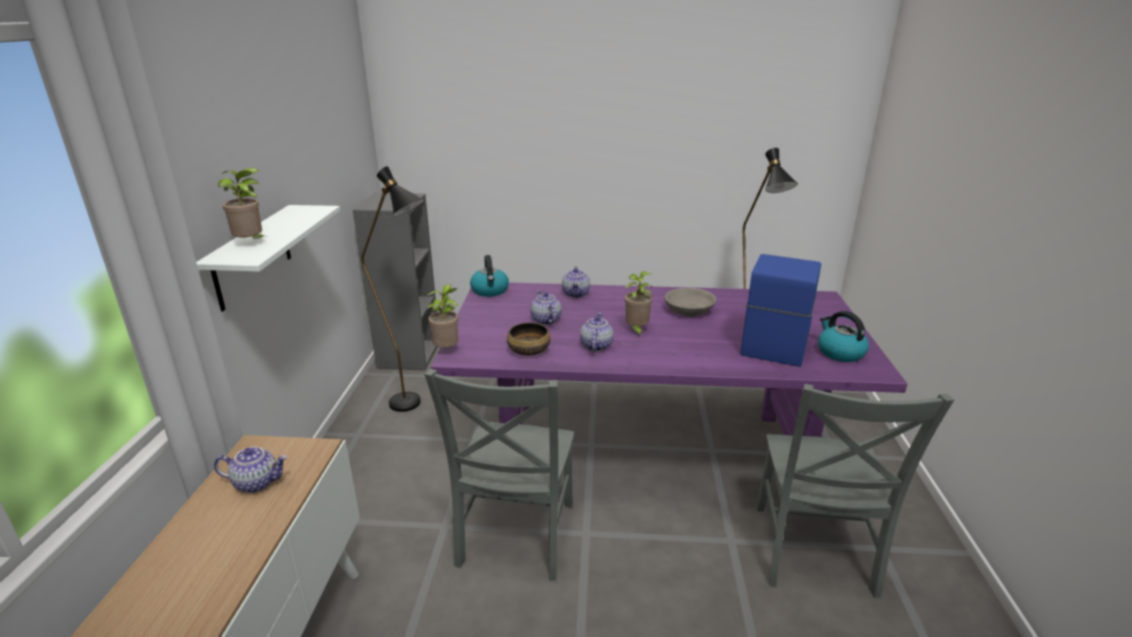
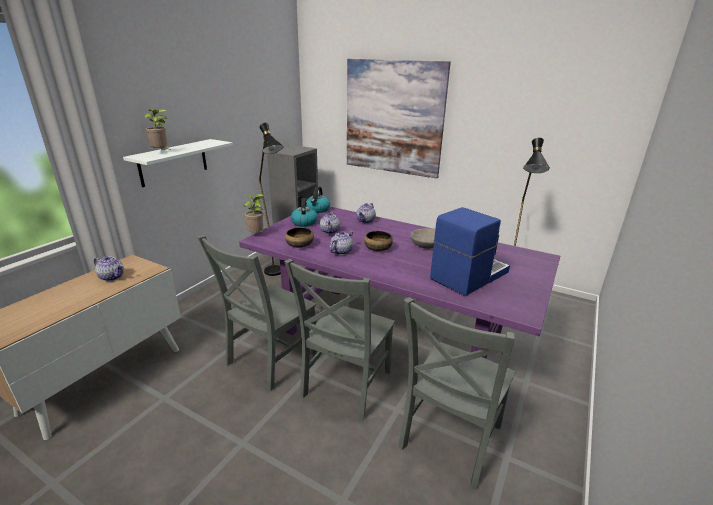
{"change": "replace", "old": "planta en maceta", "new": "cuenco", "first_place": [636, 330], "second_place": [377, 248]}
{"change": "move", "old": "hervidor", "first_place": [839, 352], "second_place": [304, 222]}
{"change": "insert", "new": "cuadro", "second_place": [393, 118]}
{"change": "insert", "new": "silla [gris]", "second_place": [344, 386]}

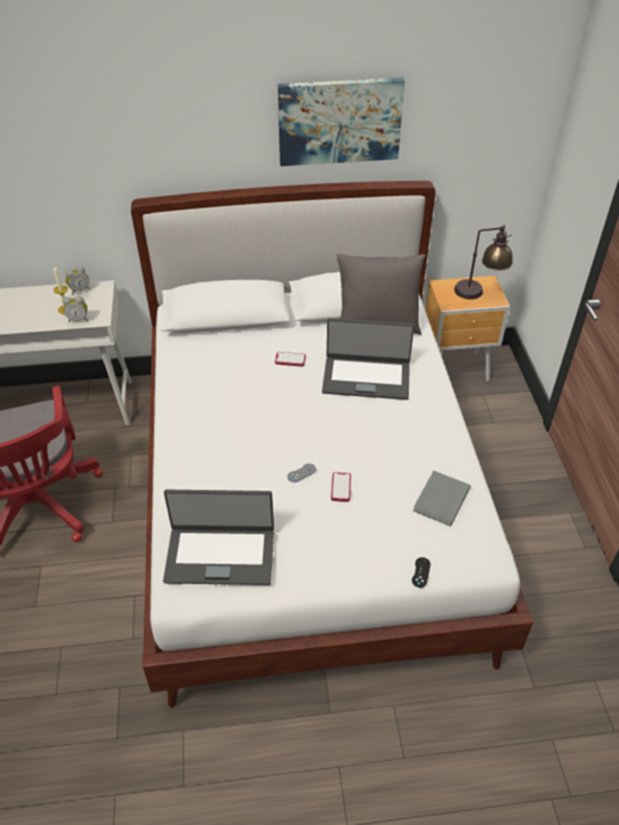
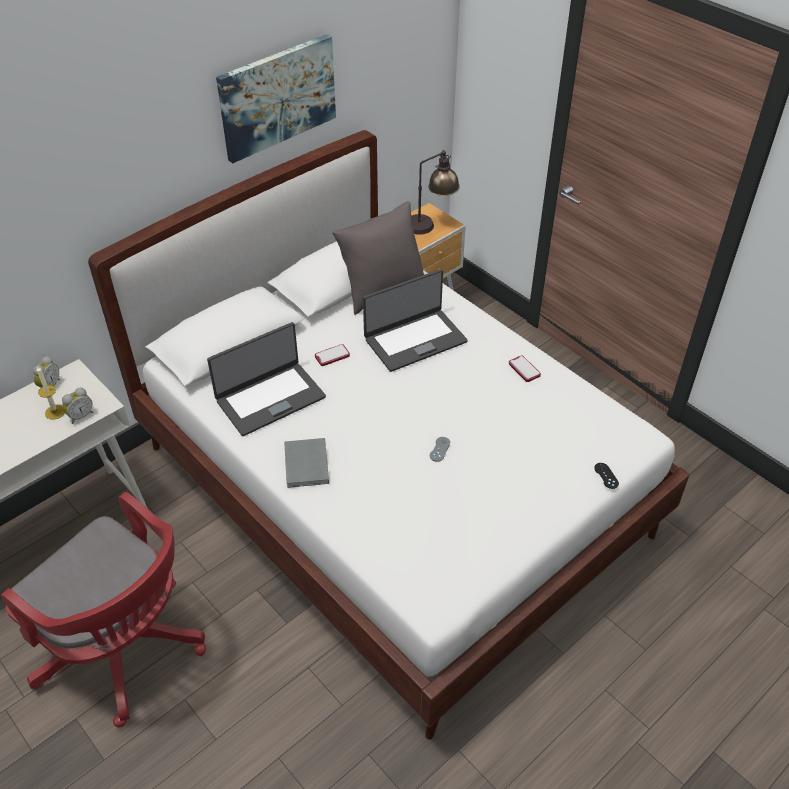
{"change": "move", "old": "libro [gris]", "first_place": [440, 500], "second_place": [305, 465]}
{"change": "move", "old": "móvil", "first_place": [341, 487], "second_place": [524, 369]}
{"change": "move", "old": "portátil", "first_place": [220, 555], "second_place": [270, 398]}

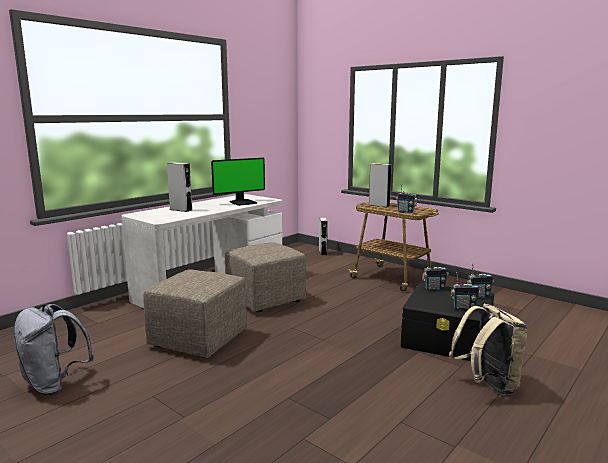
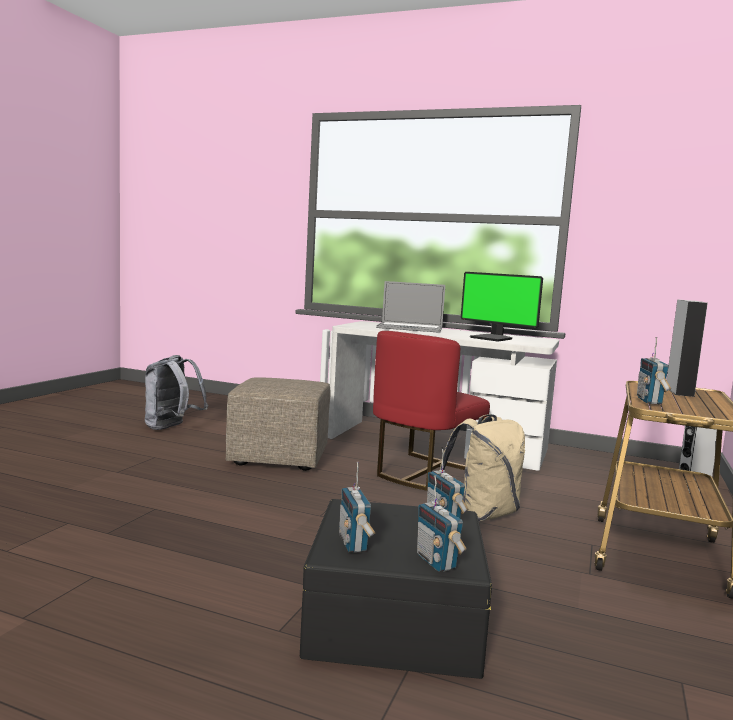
{"change": "replace", "old": "altavoz [gris]", "new": "portátil", "first_place": [181, 210], "second_place": [410, 328]}
{"change": "replace", "old": "puf [beis]", "new": "silla [rojo]", "first_place": [265, 300], "second_place": [423, 472]}
{"change": "move", "old": "mochila [beis]", "first_place": [487, 385], "second_place": [481, 514]}

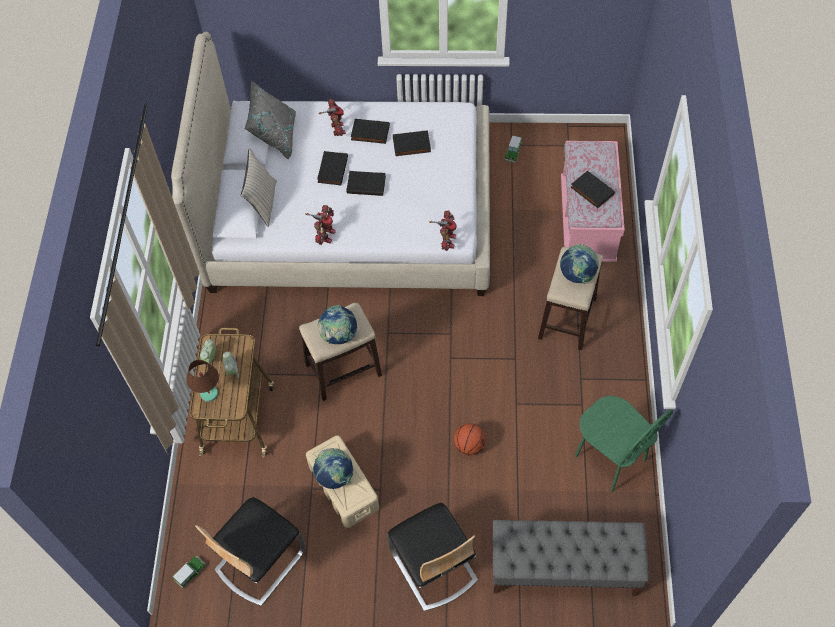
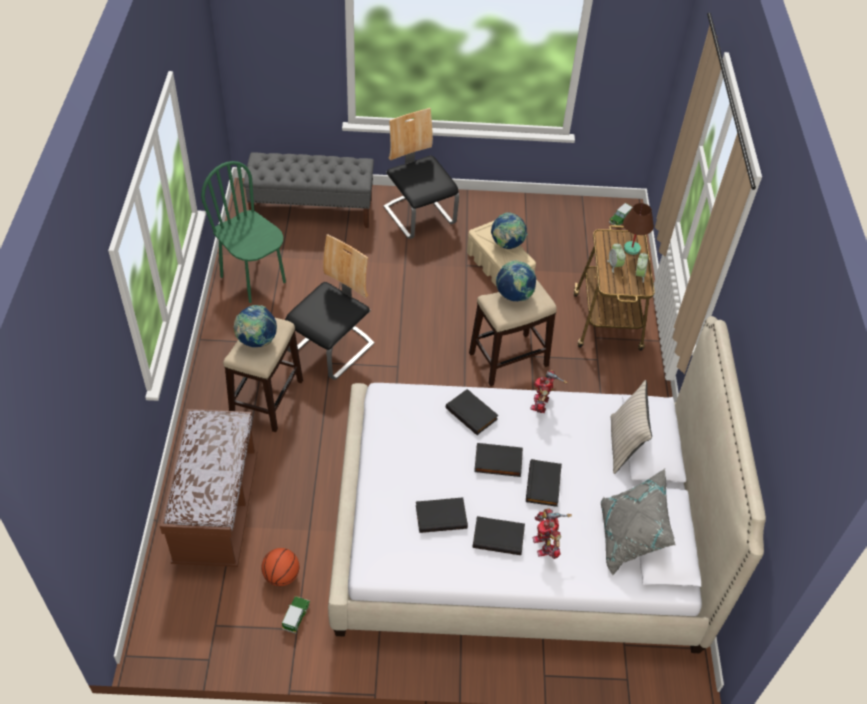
{"change": "recolor", "old": "banco [rosa]", "new": "banco [marrón]", "first_place": [587, 221], "second_place": [216, 510]}
{"change": "move", "old": "libro [negro]", "first_place": [591, 191], "second_place": [472, 413]}
{"change": "delete", "old": "robot de juguete", "first_place": [446, 240]}
{"change": "move", "old": "balón de baloncesto", "first_place": [469, 445], "second_place": [282, 576]}
{"change": "move", "old": "silla", "first_place": [259, 560], "second_place": [332, 349]}

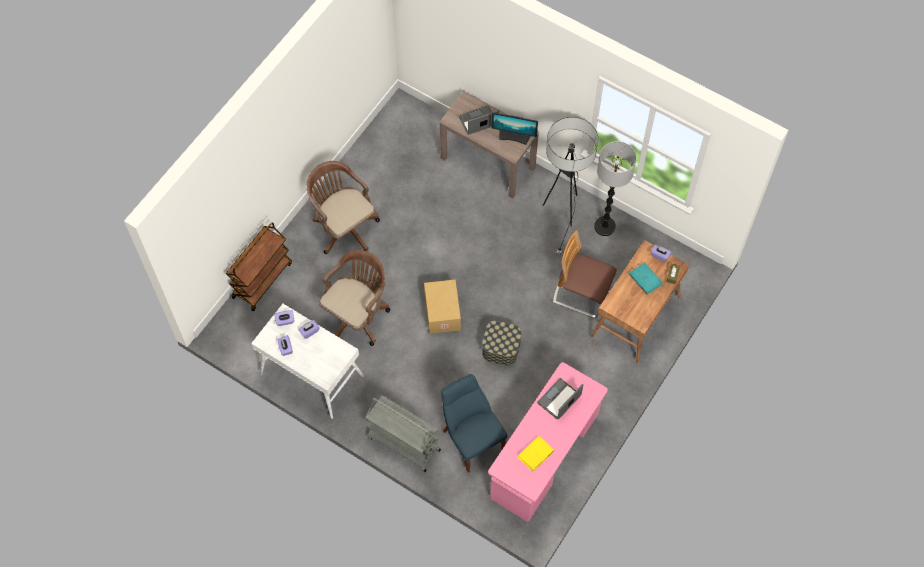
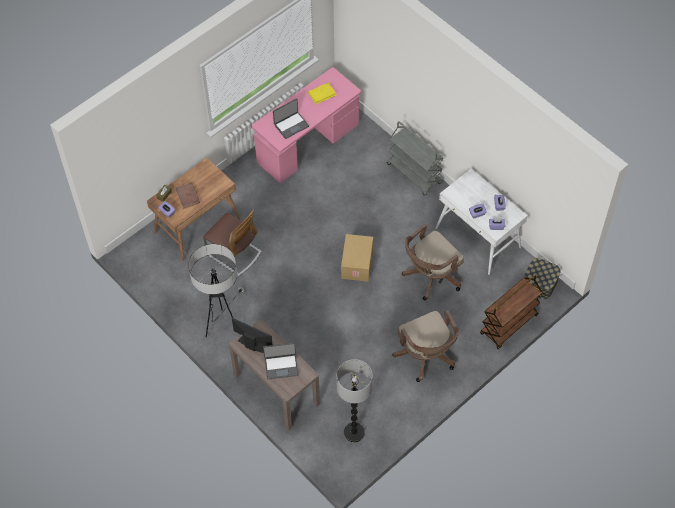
{"change": "move", "old": "lámpara de pie", "first_place": [604, 226], "second_place": [354, 433]}
{"change": "recolor", "old": "libro [turquesa]", "new": "libro [marrón]", "first_place": [645, 279], "second_place": [188, 196]}
{"change": "move", "old": "caja de almacenaje", "first_place": [501, 348], "second_place": [539, 283]}
{"change": "delete", "old": "silla [azul]", "first_place": [471, 438]}

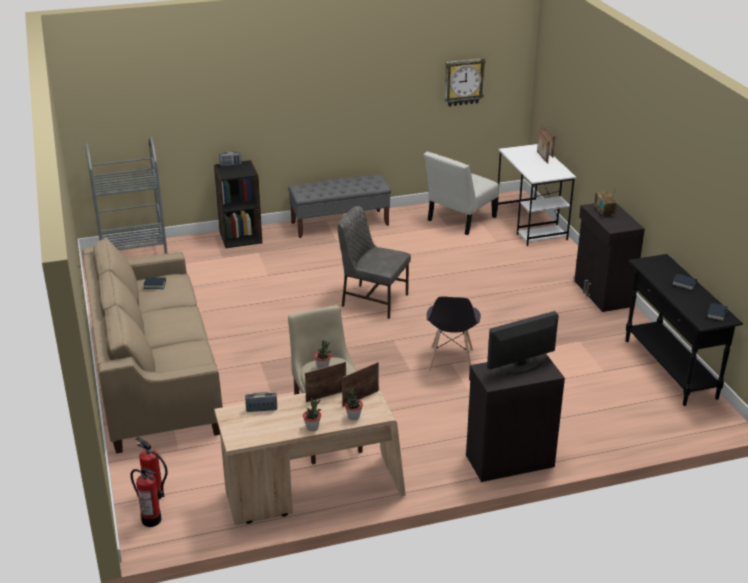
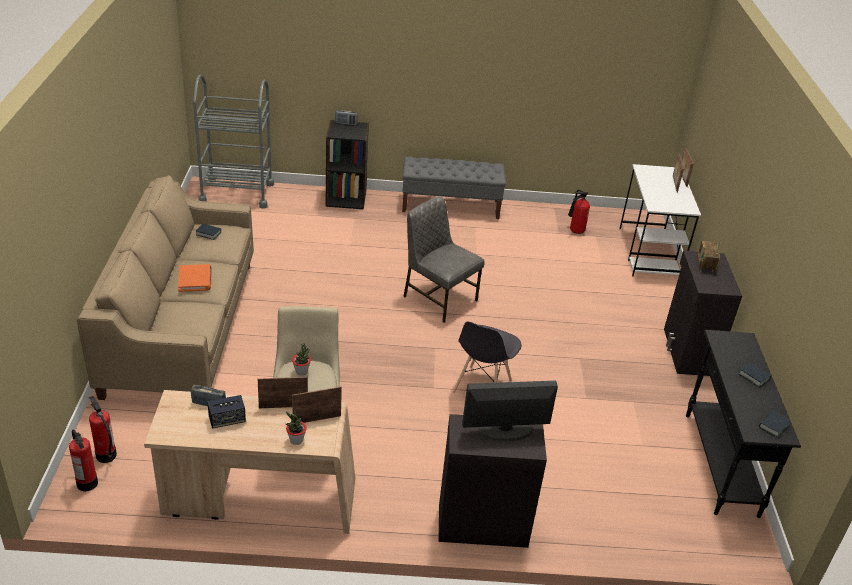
{"change": "delete", "old": "reloj de pared", "first_place": [463, 82]}
{"change": "replace", "old": "silla [blanco]", "new": "extintor", "first_place": [459, 220], "second_place": [574, 230]}
{"change": "delete", "old": "planta en maceta", "first_place": [312, 427]}
{"change": "insert", "new": "libro [naranja]", "second_place": [195, 280]}
{"change": "insert", "new": "altavoz", "second_place": [227, 420]}

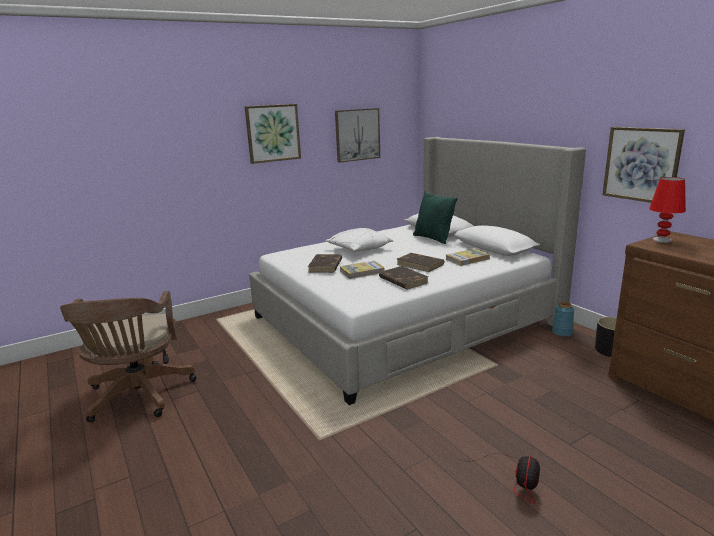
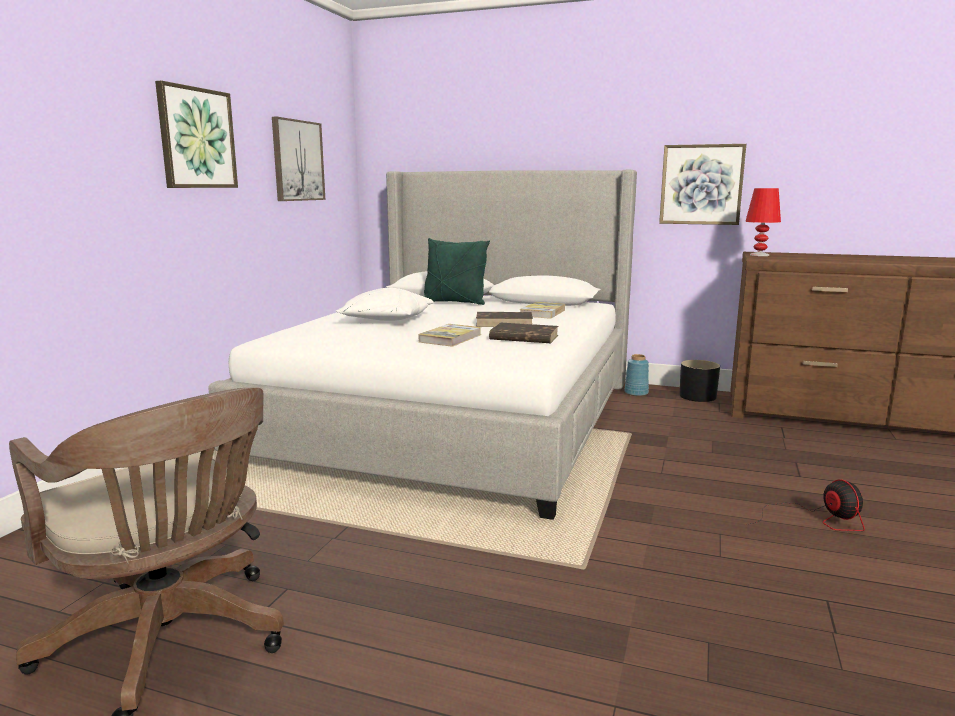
{"change": "delete", "old": "libro [marrón]", "first_place": [325, 266]}

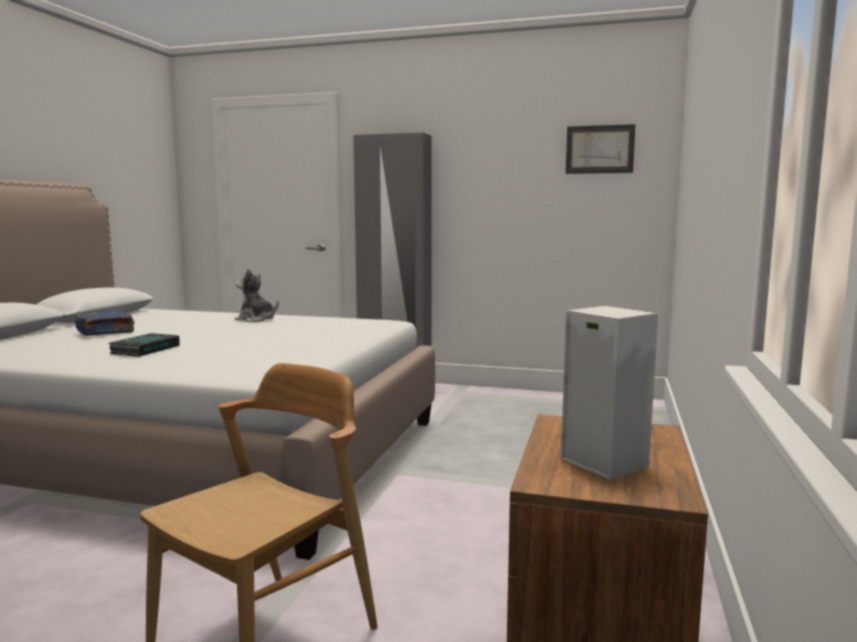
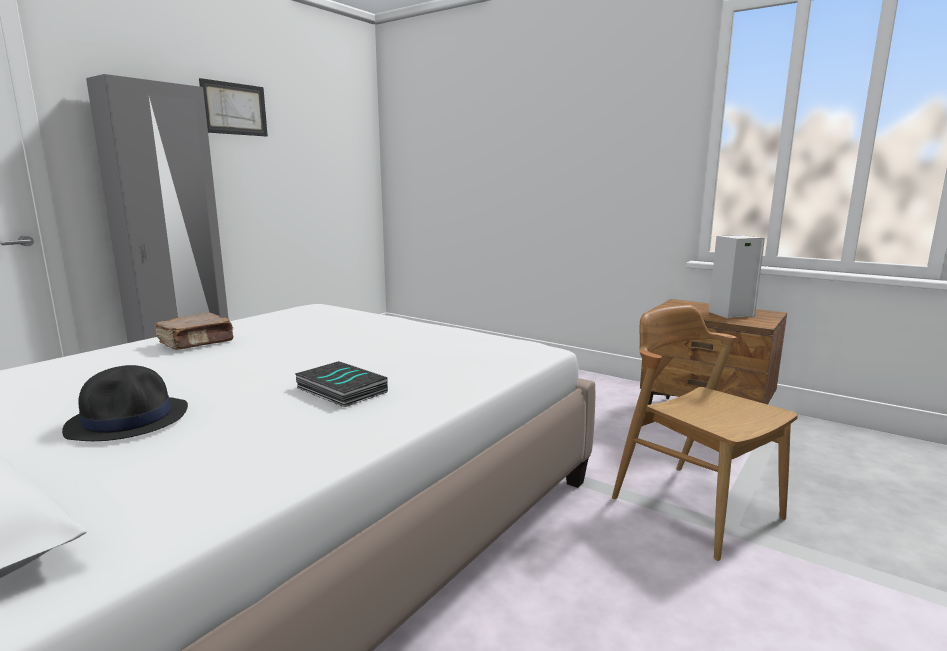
{"change": "move", "old": "cuadro", "first_place": [599, 149], "second_place": [234, 109]}
{"change": "replace", "old": "peluche", "new": "libro [marrón]", "first_place": [256, 319], "second_place": [197, 343]}
{"change": "replace", "old": "libro [azul]", "new": "sombrero [negro]", "first_place": [106, 333], "second_place": [129, 420]}

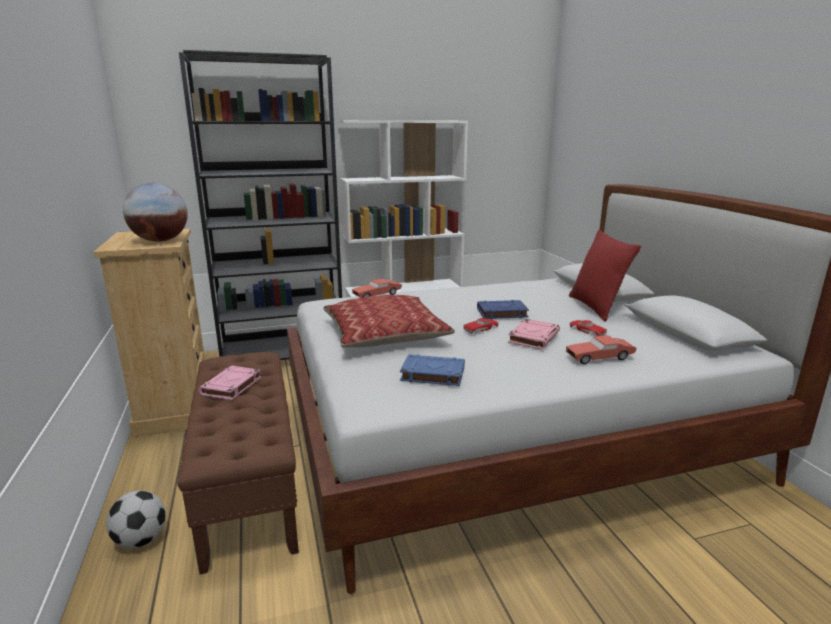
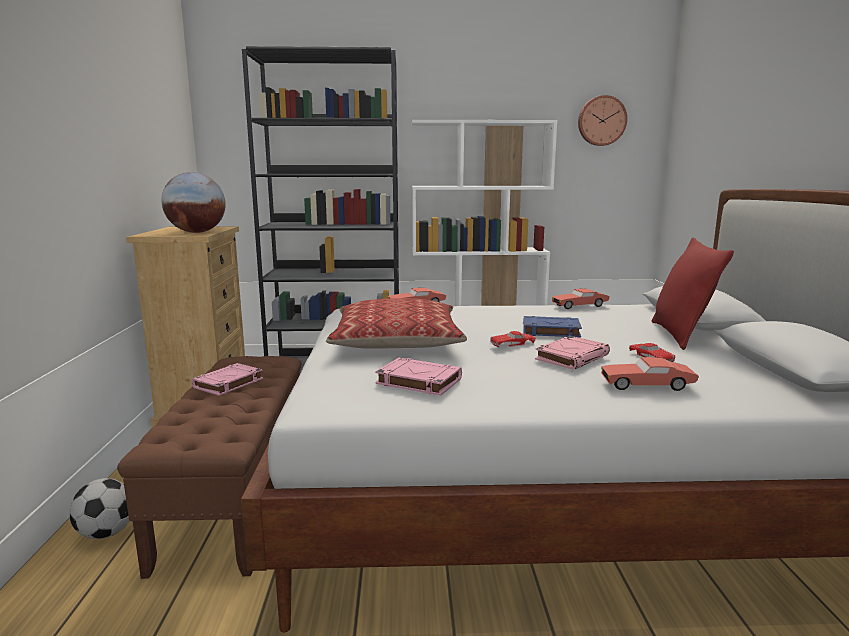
{"change": "recolor", "old": "libro [azul]", "new": "libro [rosa]", "first_place": [432, 374], "second_place": [418, 381]}
{"change": "insert", "new": "reloj de pared", "second_place": [601, 121]}
{"change": "insert", "new": "coche de juguete [rojo]", "second_place": [580, 306]}

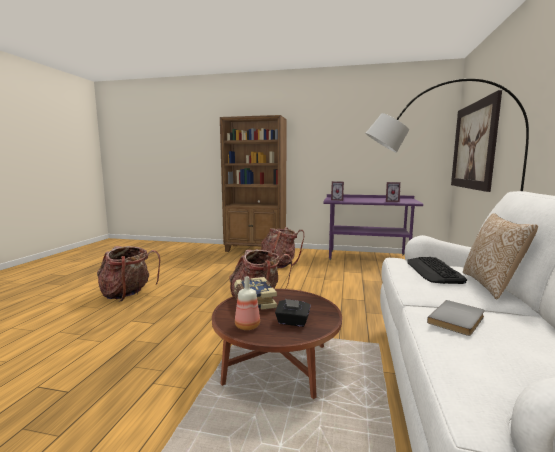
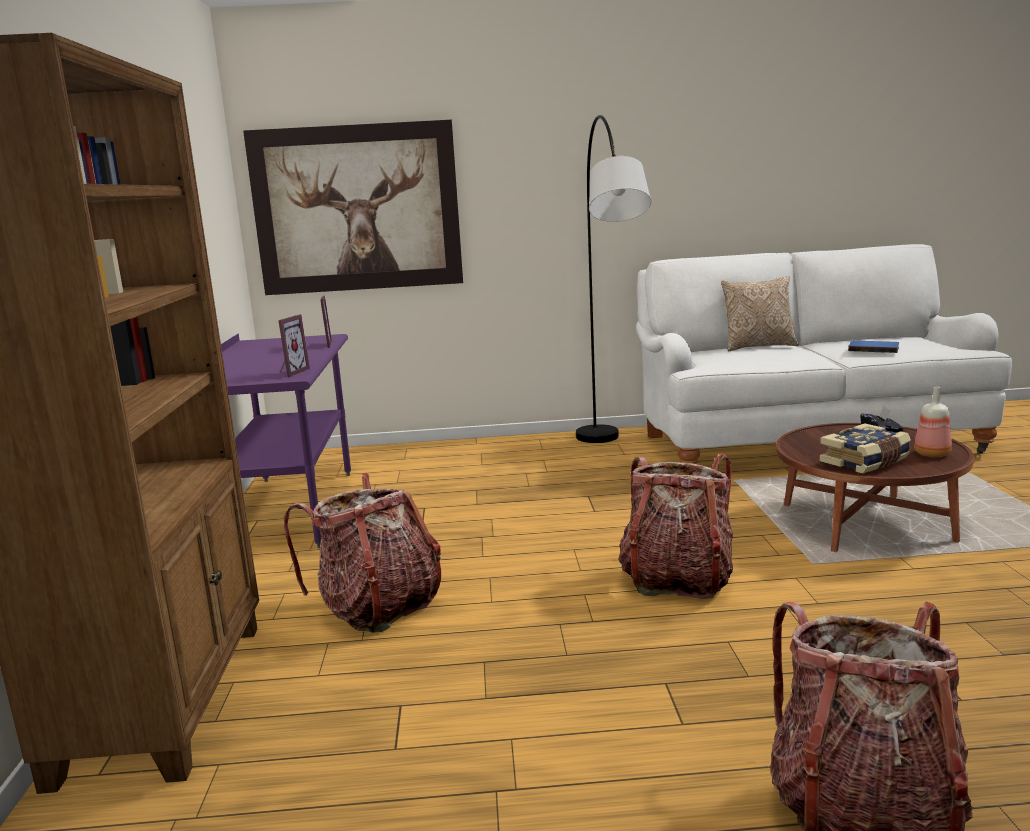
{"change": "delete", "old": "teclado", "first_place": [433, 271]}
{"change": "recolor", "old": "libro [gris]", "new": "libro [azul]", "first_place": [458, 320], "second_place": [873, 349]}

